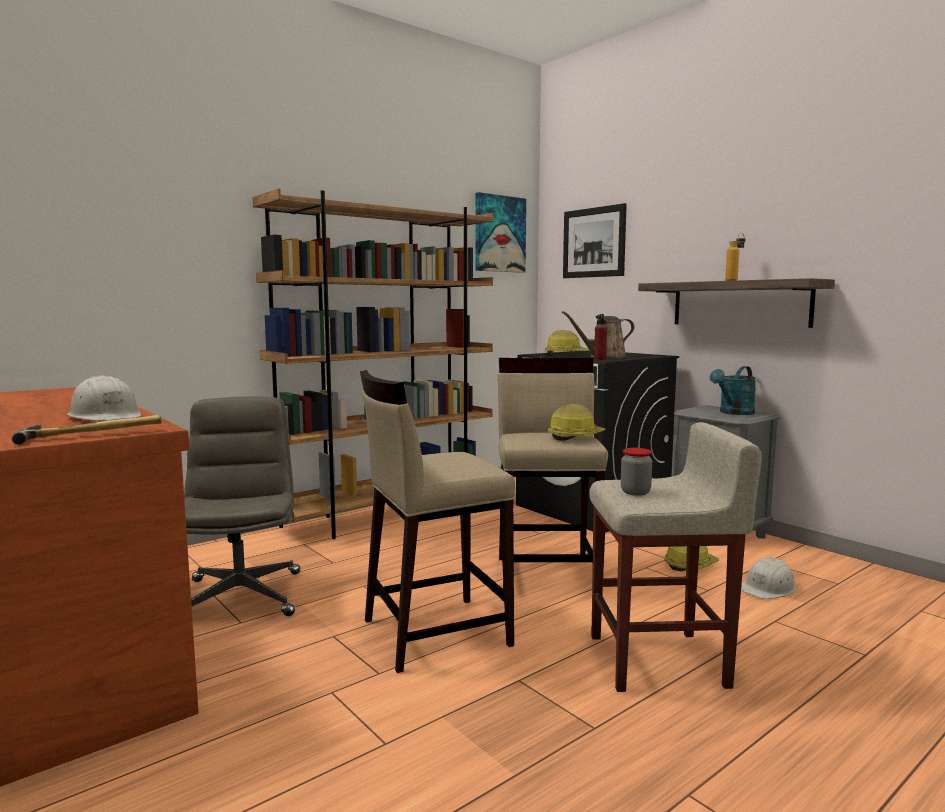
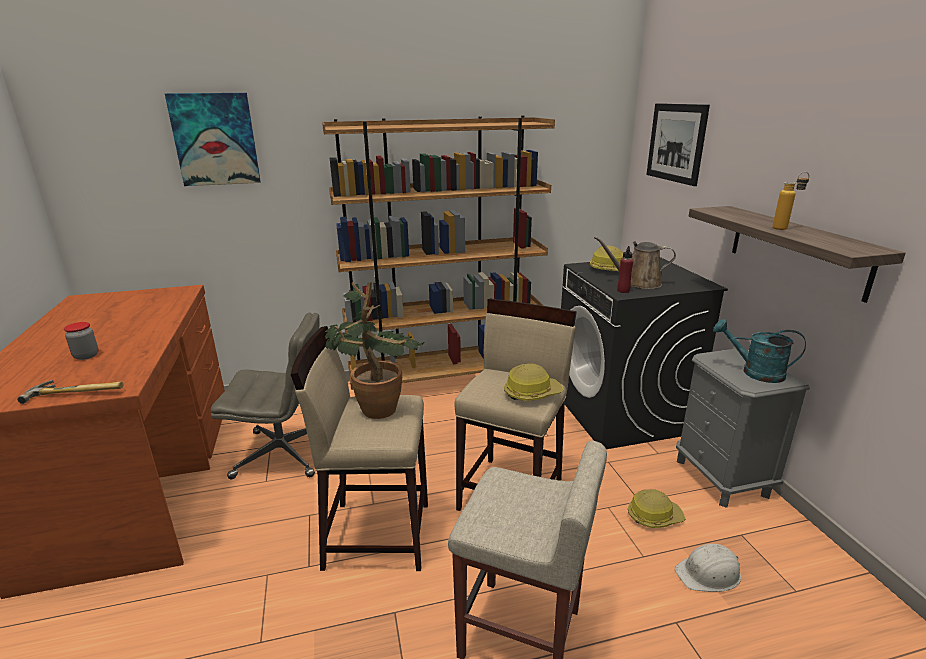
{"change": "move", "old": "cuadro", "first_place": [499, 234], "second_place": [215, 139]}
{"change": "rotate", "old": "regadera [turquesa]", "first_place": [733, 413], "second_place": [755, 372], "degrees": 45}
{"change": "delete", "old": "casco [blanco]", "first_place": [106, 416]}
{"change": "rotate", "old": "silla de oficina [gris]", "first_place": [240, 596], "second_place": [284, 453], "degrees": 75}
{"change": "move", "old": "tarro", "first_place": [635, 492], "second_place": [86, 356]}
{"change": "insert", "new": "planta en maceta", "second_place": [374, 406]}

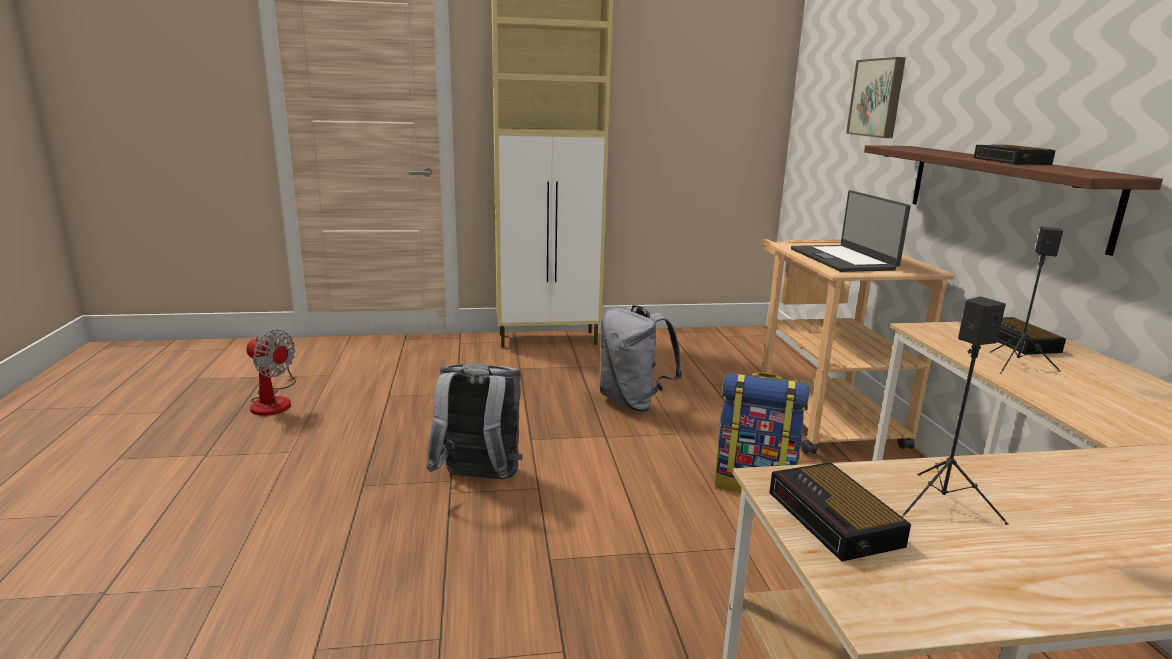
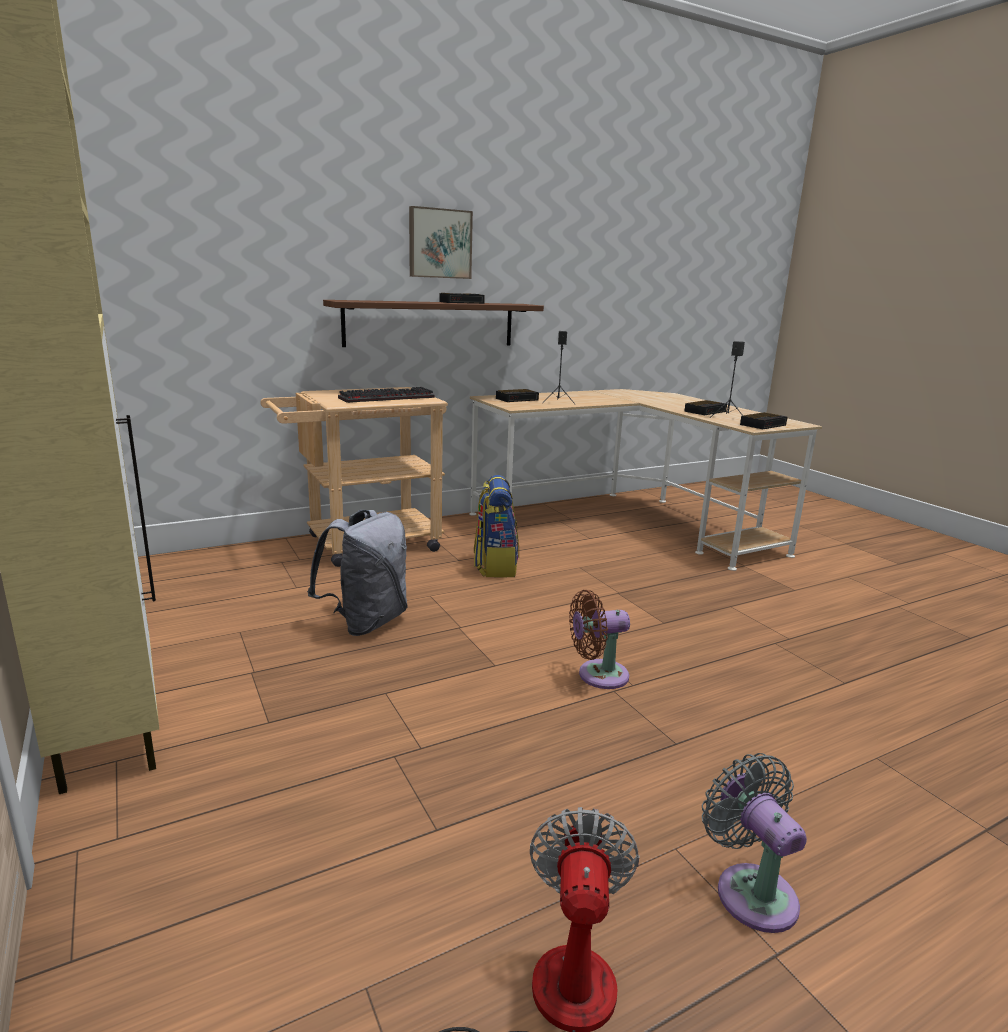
{"change": "move", "old": "cuadro", "first_place": [878, 98], "second_place": [439, 243]}
{"change": "replace", "old": "portátil", "new": "teclado", "first_place": [843, 259], "second_place": [387, 397]}
{"change": "replace", "old": "mochila [gris]", "new": "ventilador [marrón]", "first_place": [478, 480], "second_place": [598, 675]}
{"change": "insert", "new": "despertador", "second_place": [705, 411]}
{"change": "insert", "new": "ventilador [gris]", "second_place": [751, 890]}

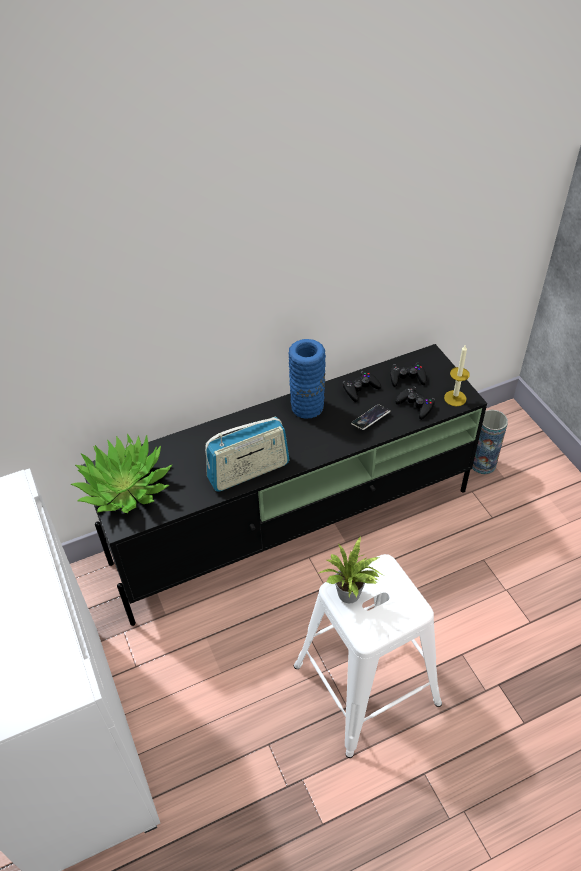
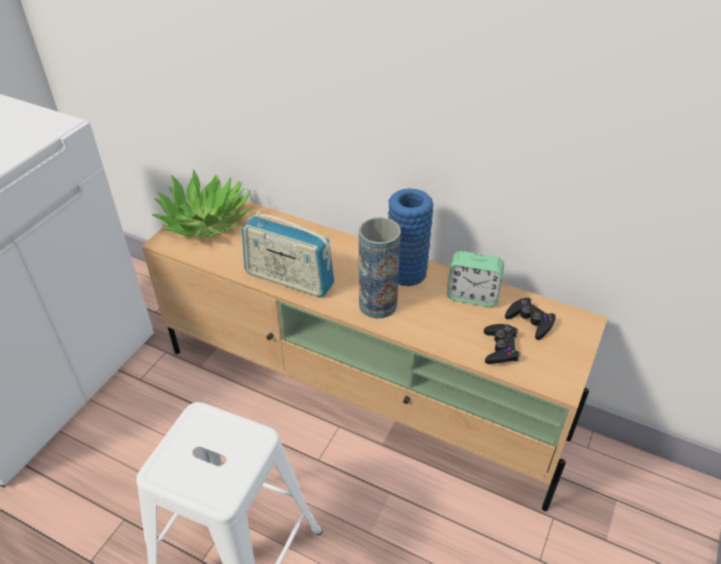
{"change": "recolor", "old": "mueble de televisión [negro]", "new": "mueble de televisión [beis]", "first_place": [295, 525], "second_place": [363, 394]}
{"change": "delete", "old": "vela", "first_place": [455, 398]}
{"change": "replace", "old": "mando de consola [negro]", "new": "despertador", "first_place": [360, 389], "second_place": [472, 296]}
{"change": "delete", "old": "móvil", "first_place": [370, 419]}
{"change": "move", "old": "florero", "first_place": [482, 464], "second_place": [377, 304]}
{"change": "delete", "old": "planta en maceta", "first_place": [350, 596]}

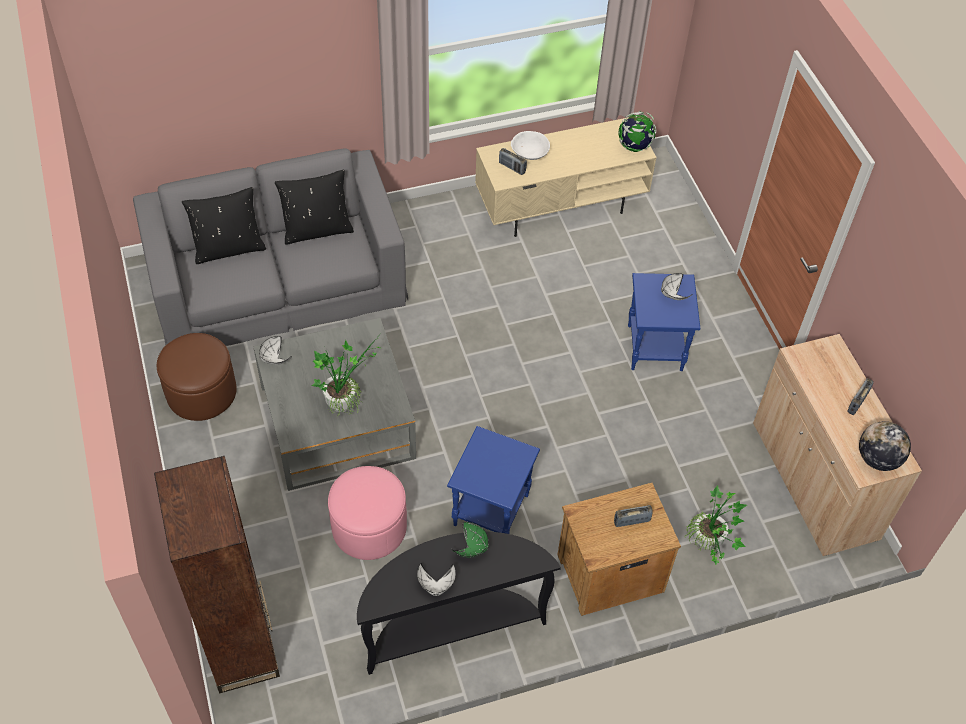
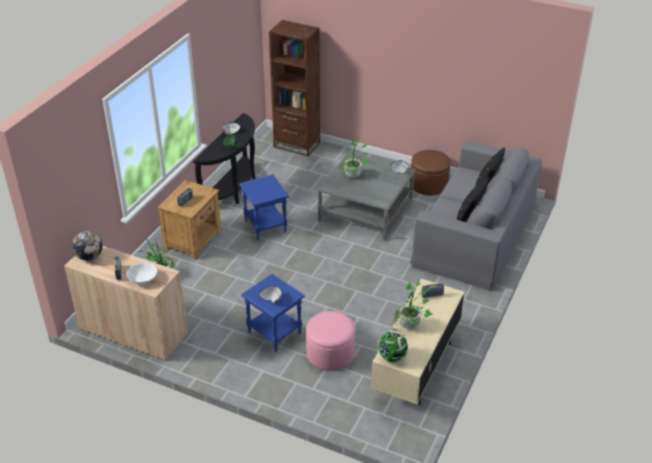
{"change": "move", "old": "cuenco [blanco]", "first_place": [529, 153], "second_place": [143, 279]}
{"change": "move", "old": "puf [rosa]", "first_place": [369, 527], "second_place": [330, 353]}
{"change": "insert", "new": "planta en maceta", "second_place": [410, 328]}

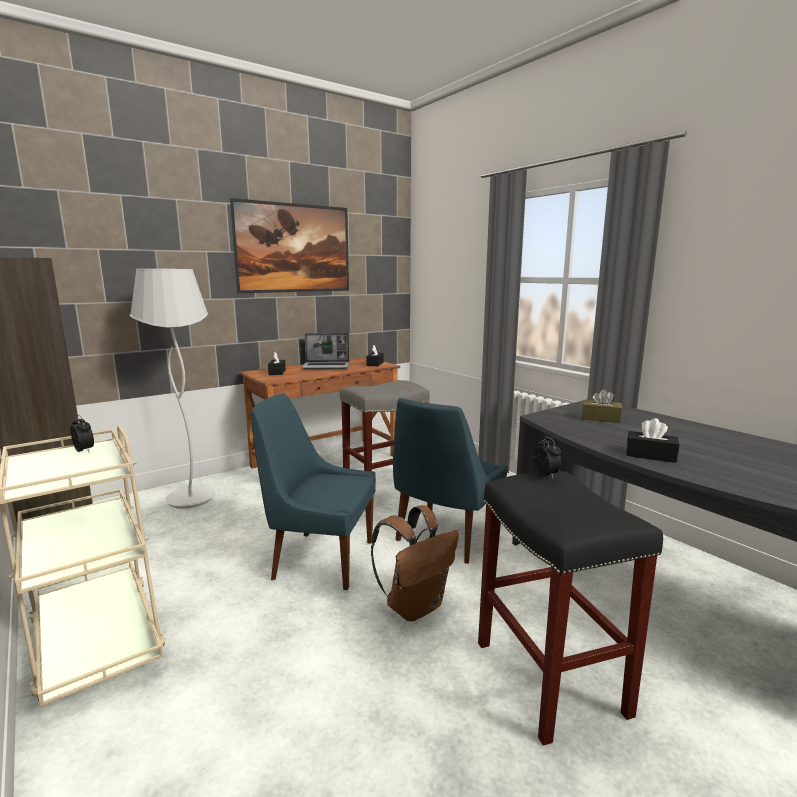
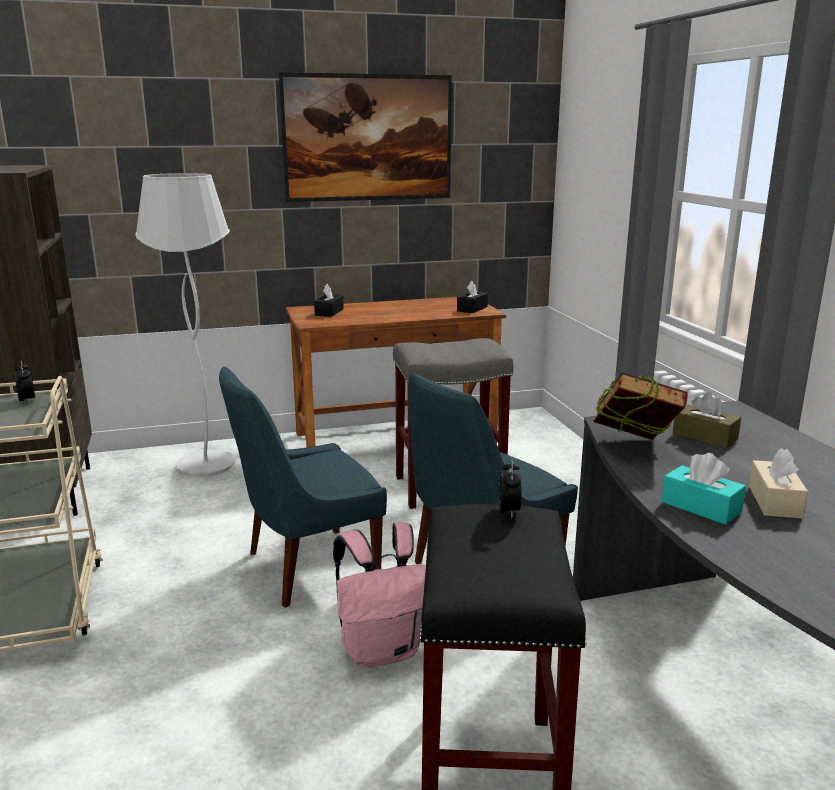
{"change": "delete", "old": "portátil", "first_place": [327, 366]}
{"change": "rotate", "old": "silla [azul]", "first_place": [320, 559], "second_place": [307, 568], "degrees": -60}
{"change": "recolor", "old": "caja de pañuelos [negro]", "new": "caja de pañuelos [turquesa]", "first_place": [650, 455], "second_place": [701, 507]}
{"change": "recolor", "old": "mochila [marrón]", "new": "mochila [rosa]", "first_place": [415, 605], "second_place": [383, 650]}
{"change": "insert", "new": "libro", "second_place": [633, 448]}
{"change": "insert", "new": "caja de pañuelos [beis]", "second_place": [774, 501]}

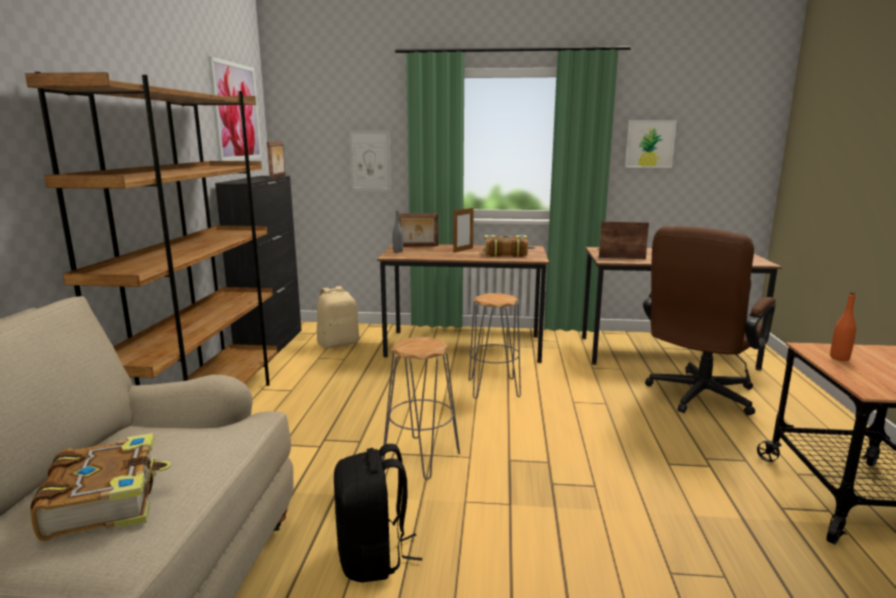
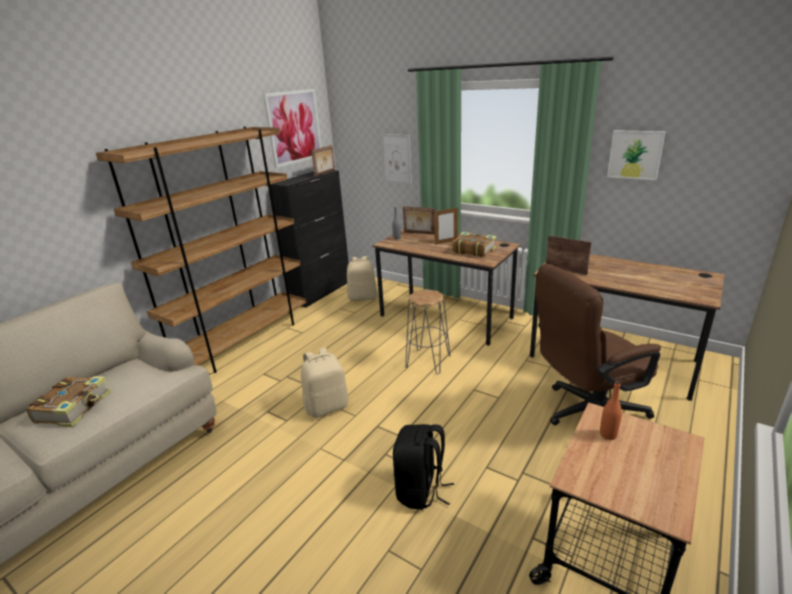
{"change": "replace", "old": "taburete [gris]", "new": "mochila [beis]", "first_place": [421, 457], "second_place": [327, 406]}
{"change": "move", "old": "mochila [negro]", "first_place": [373, 557], "second_place": [421, 490]}

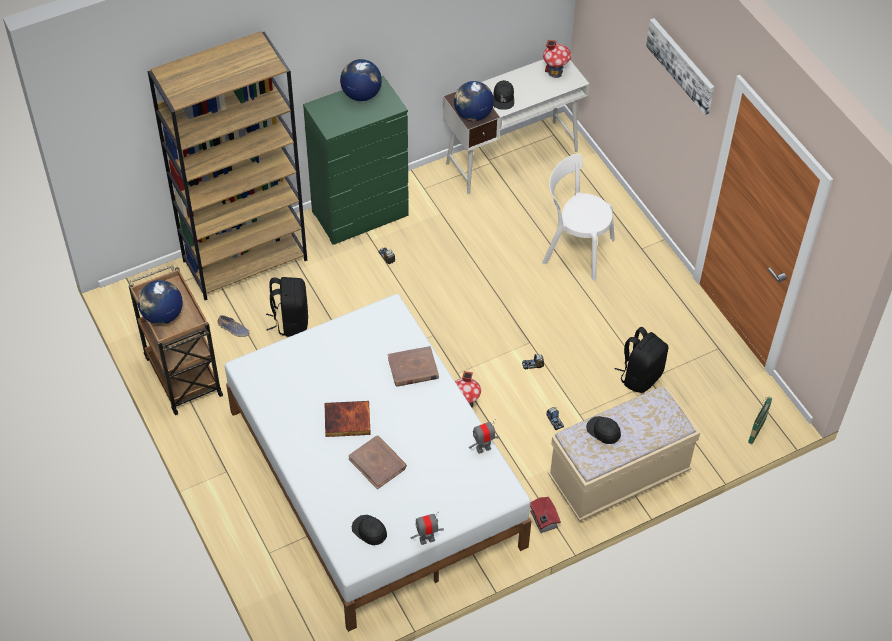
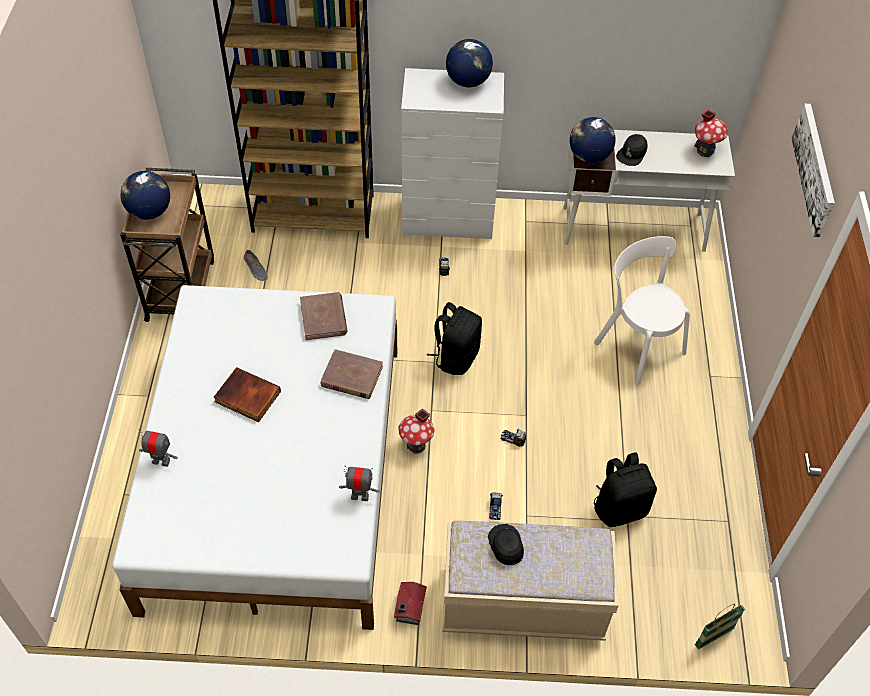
{"change": "recolor", "old": "cómoda [verde]", "new": "cómoda [blanco]", "first_place": [360, 214], "second_place": [448, 218]}
{"change": "move", "old": "mochila [negro]", "first_place": [290, 321], "second_place": [456, 357]}
{"change": "move", "old": "libro [marrón]", "first_place": [378, 463], "second_place": [323, 318]}
{"change": "move", "old": "robot de juguete", "first_place": [427, 539], "second_place": [161, 461]}
{"change": "delete", "old": "gorra [negro]", "first_place": [369, 531]}

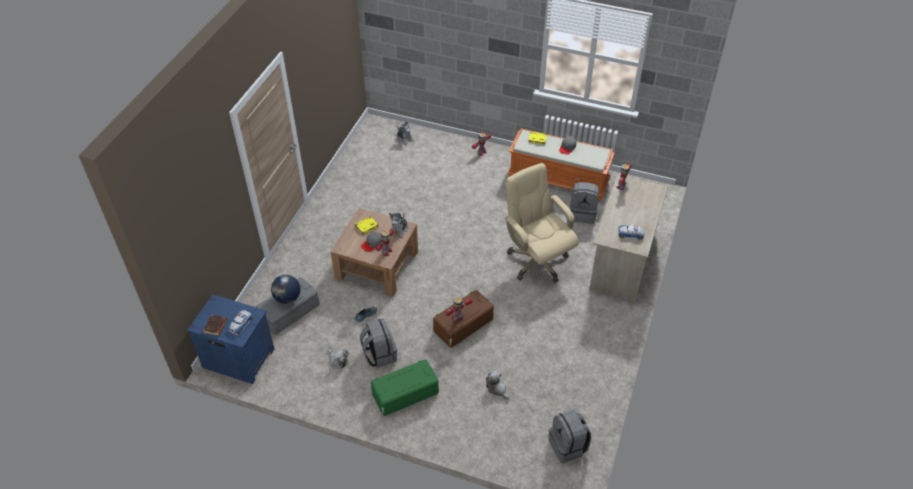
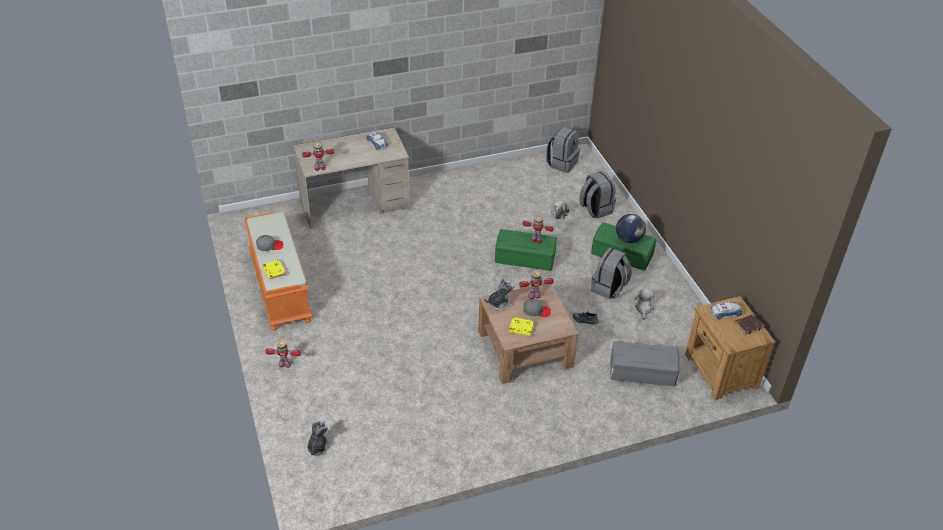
{"change": "delete", "old": "silla de oficina [beis]", "first_place": [536, 261]}
{"change": "move", "old": "mochila [gris]", "first_place": [582, 214], "second_place": [595, 209]}
{"change": "move", "old": "globo terráqueo", "first_place": [287, 298], "second_place": [629, 239]}
{"change": "recolor", "old": "caja de almacenaje [marrón]", "new": "caja de almacenaje [verde]", "first_place": [463, 325], "second_place": [525, 258]}
{"change": "recolor", "old": "mesita de noche [azul]", "new": "mesita de noche [marrón]", "first_place": [238, 357], "second_place": [721, 372]}

